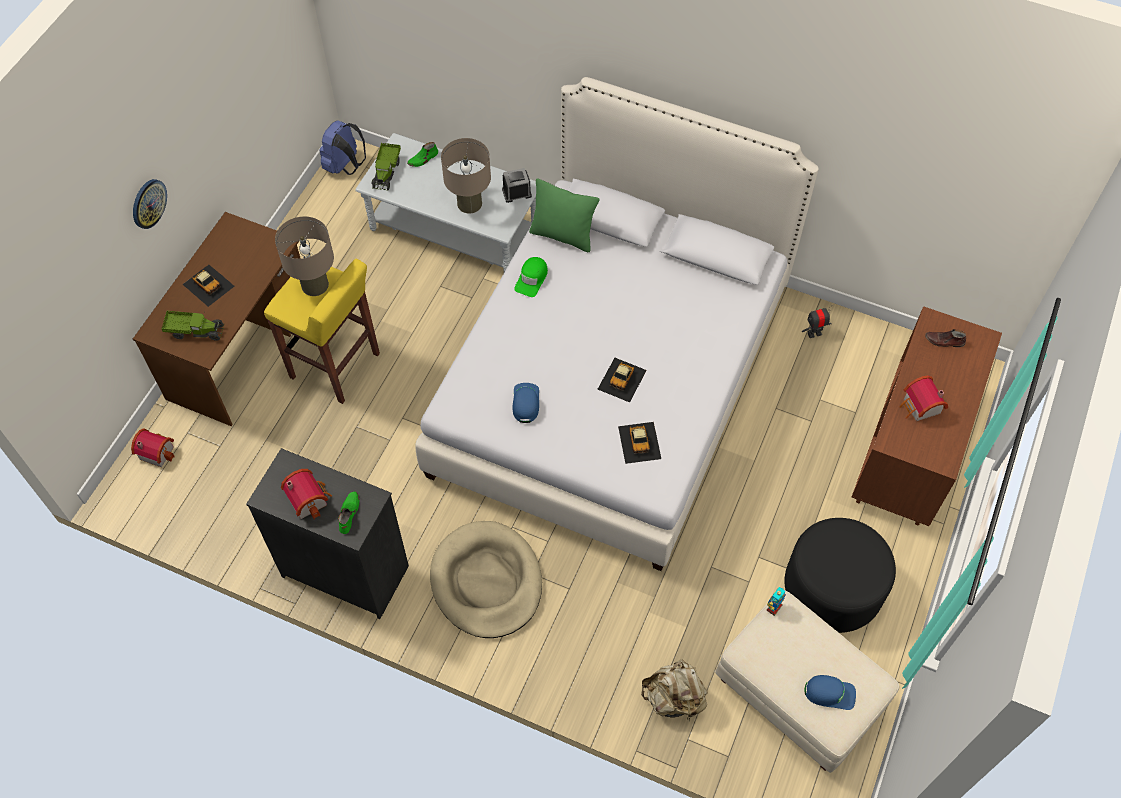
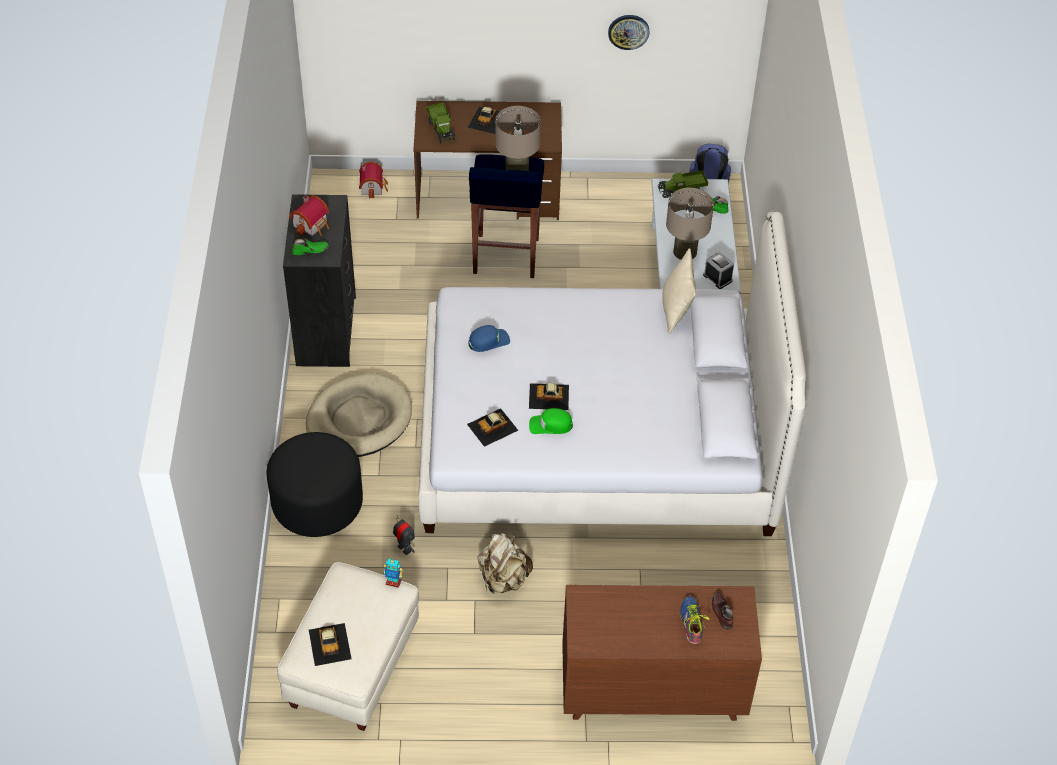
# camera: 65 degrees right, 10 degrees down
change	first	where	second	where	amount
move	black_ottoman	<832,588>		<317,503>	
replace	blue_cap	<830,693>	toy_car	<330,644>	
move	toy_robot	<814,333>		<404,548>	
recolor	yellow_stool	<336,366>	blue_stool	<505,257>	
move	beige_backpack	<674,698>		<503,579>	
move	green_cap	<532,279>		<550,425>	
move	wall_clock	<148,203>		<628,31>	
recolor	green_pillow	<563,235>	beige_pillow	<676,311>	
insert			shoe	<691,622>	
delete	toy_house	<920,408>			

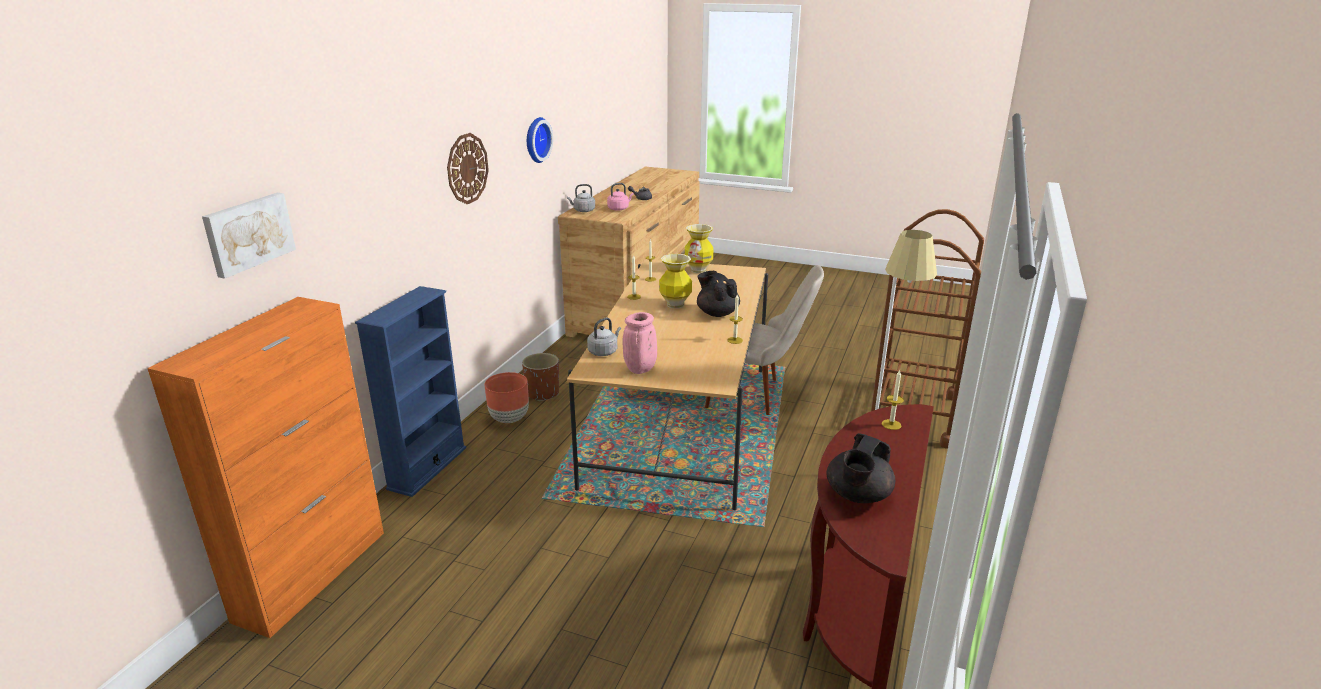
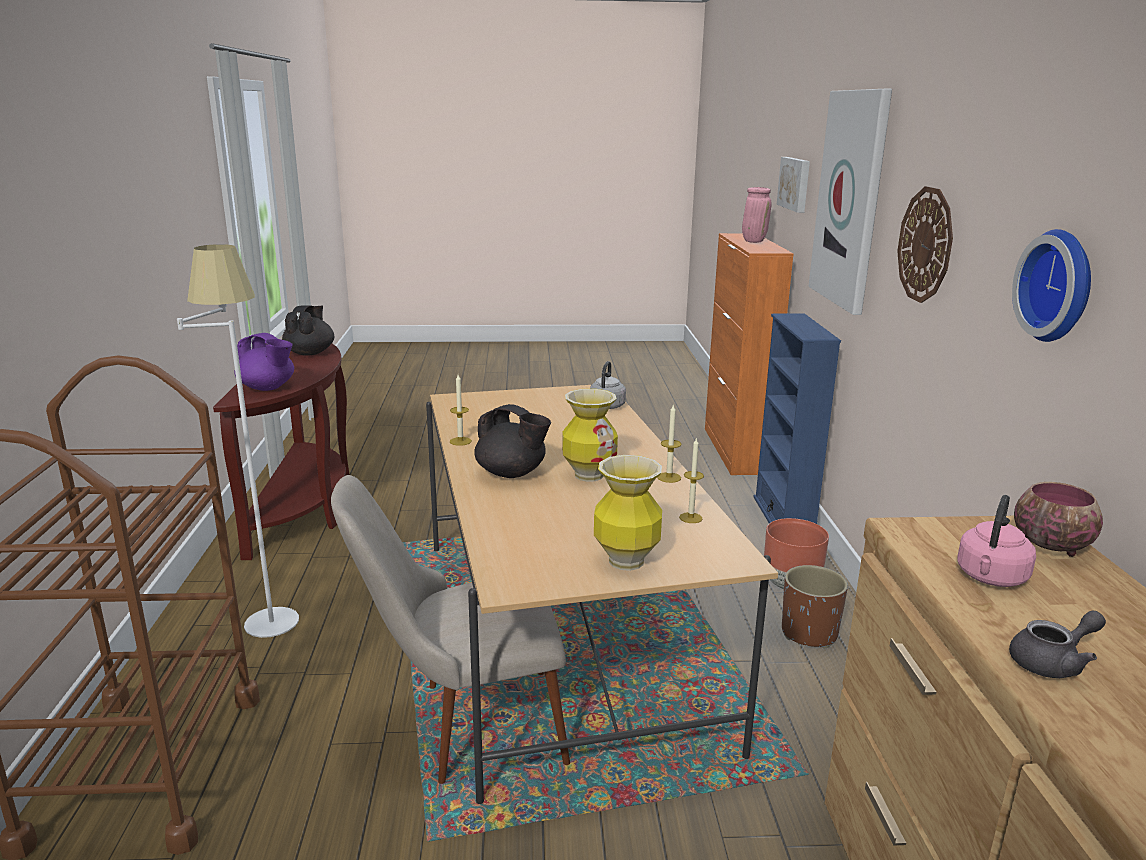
# camera: 155 degrees right, 5 degrees down
change	first	where	second	where	amount
replace	candle	<891,424>	purple_teapot	<267,388>	
move	pink_vase	<640,370>		<753,241>	
insert			picture	<851,199>	
replace	grey_kettle	<583,210>	bowl	<1049,546>	

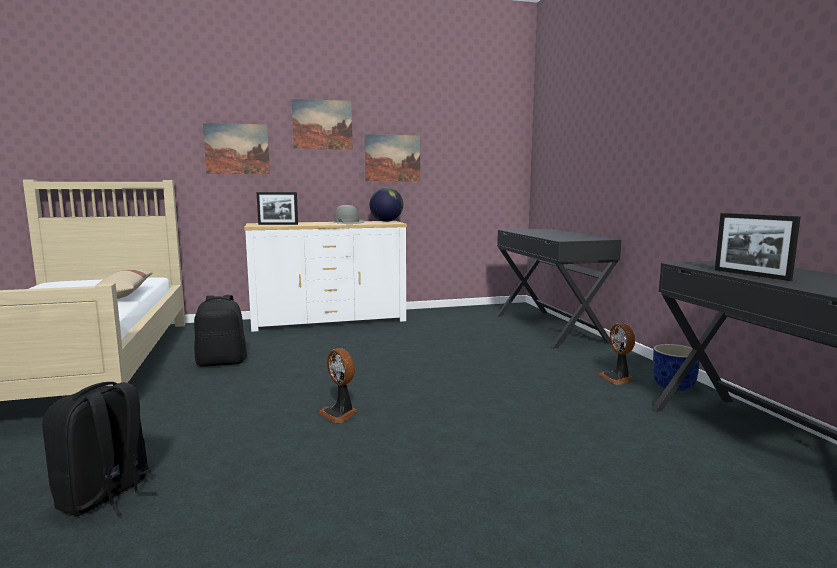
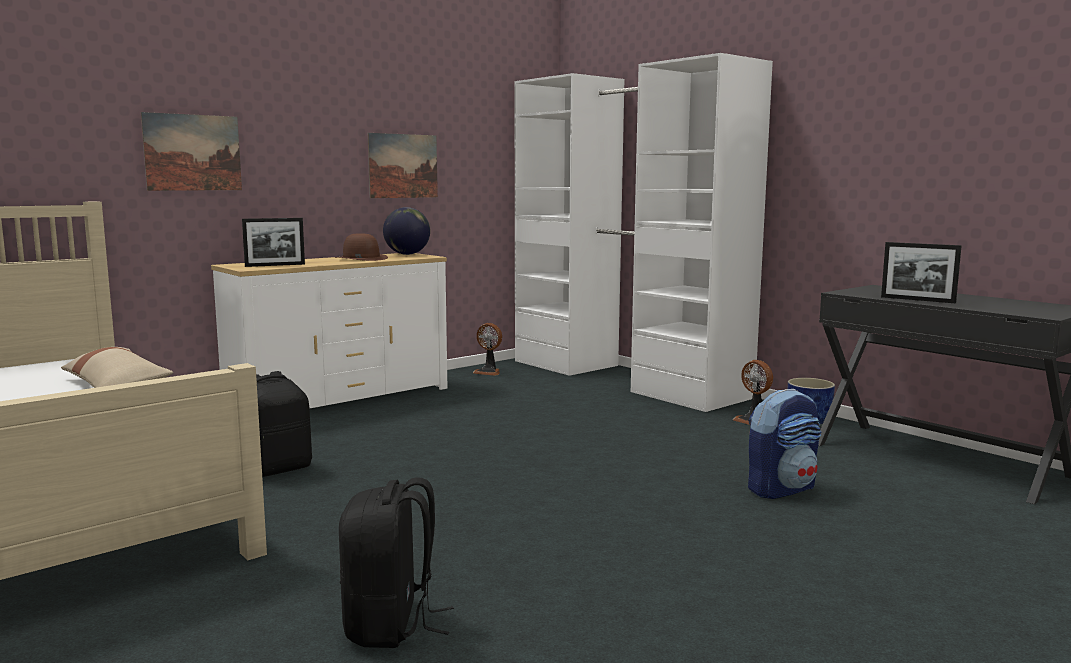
# camera: 25 degrees left, 0 degrees up
change	first	where	second	where	amount
recolor	grey_hat	<346,222>	brown_hat	<361,258>	
move	fan	<340,413>		<489,372>	
replace	black_desk	<549,328>	white_wardrobe	<625,378>	
insert			backpack	<781,489>	
delete	picture	<322,124>			

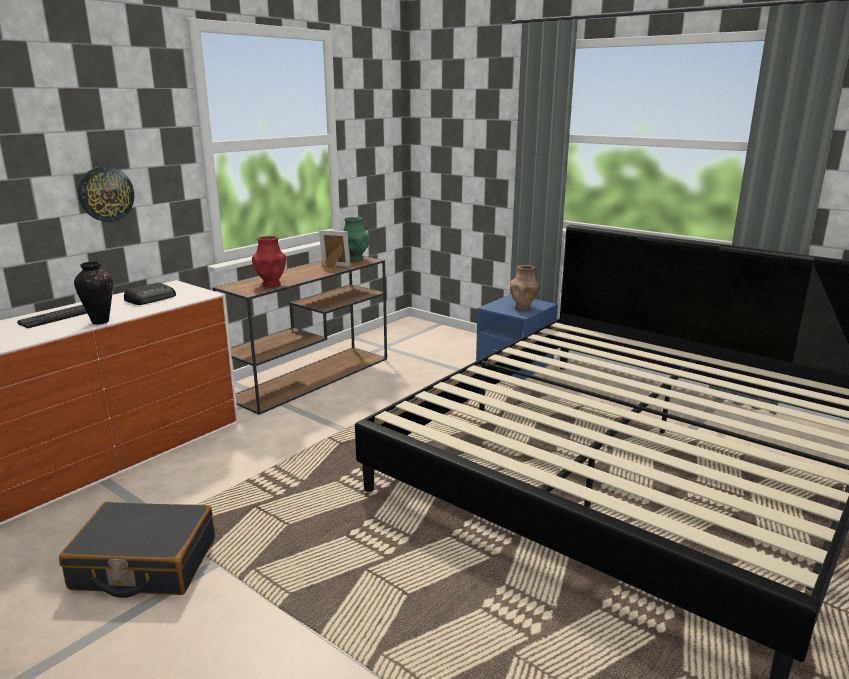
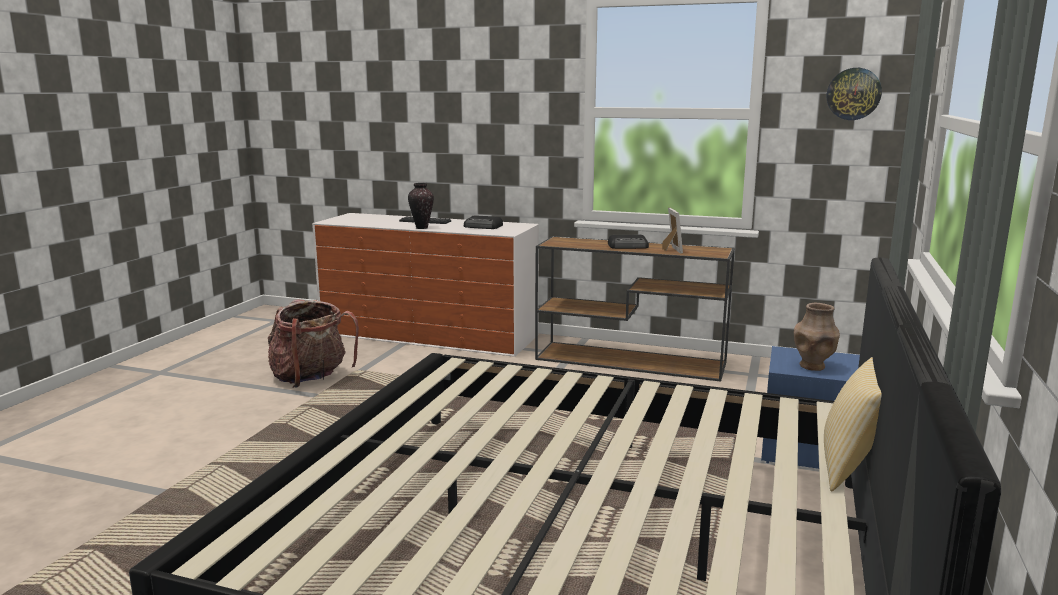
# camera: 70 degrees right, 5 degrees down
change	first	where	second	where	amount
replace	black_suitcase	<144,564>	backpack	<311,378>	
insert			radio	<628,246>	
insert			pillow	<850,468>	
move	wall_clock	<106,194>		<853,94>	
delete	red_vase	<271,285>			
delete	green_vase	<355,259>			

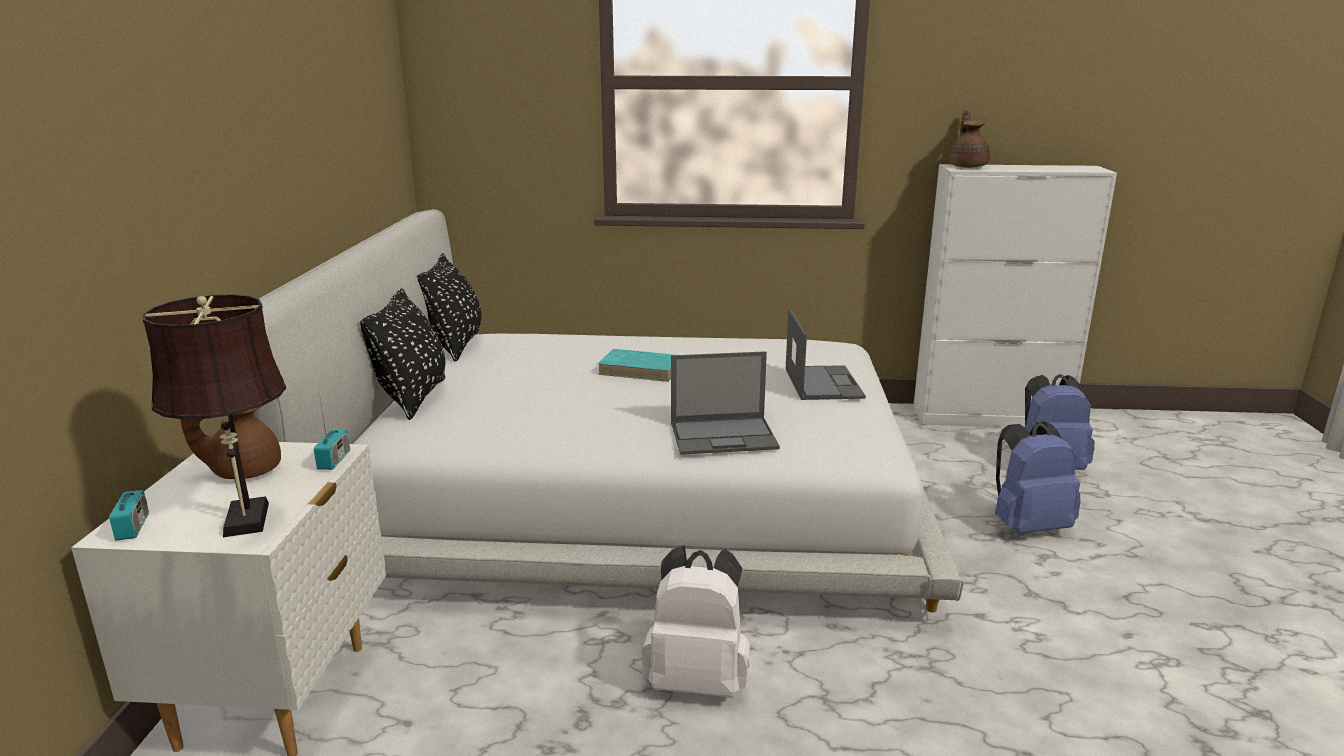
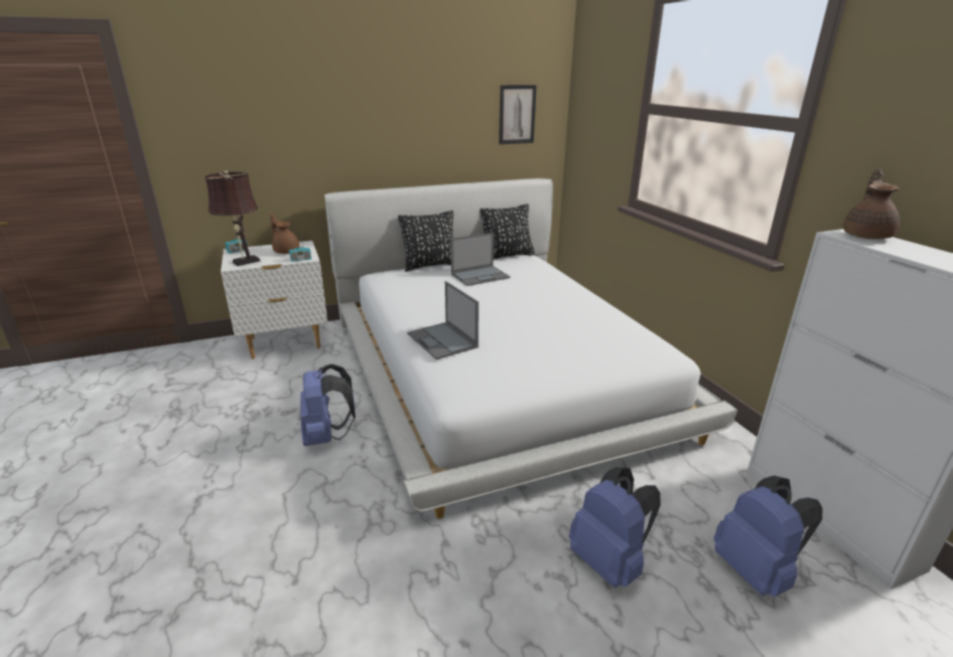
# camera: 65 degrees right, 5 degrees up
change	first	where	second	where	amount
recolor	white_backpack	<698,680>	blue_backpack	<326,436>	
move	laptop	<822,383>		<480,276>	
insert			picture	<517,114>	
rotate	brown_teapot	<968,166>		<866,236>	45 degrees counterclockwise
delete	turquoise_book	<641,369>			

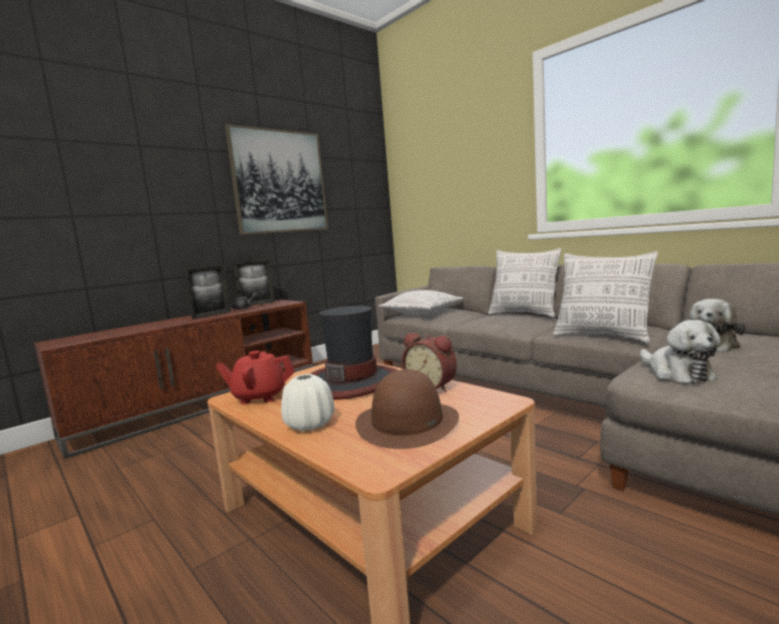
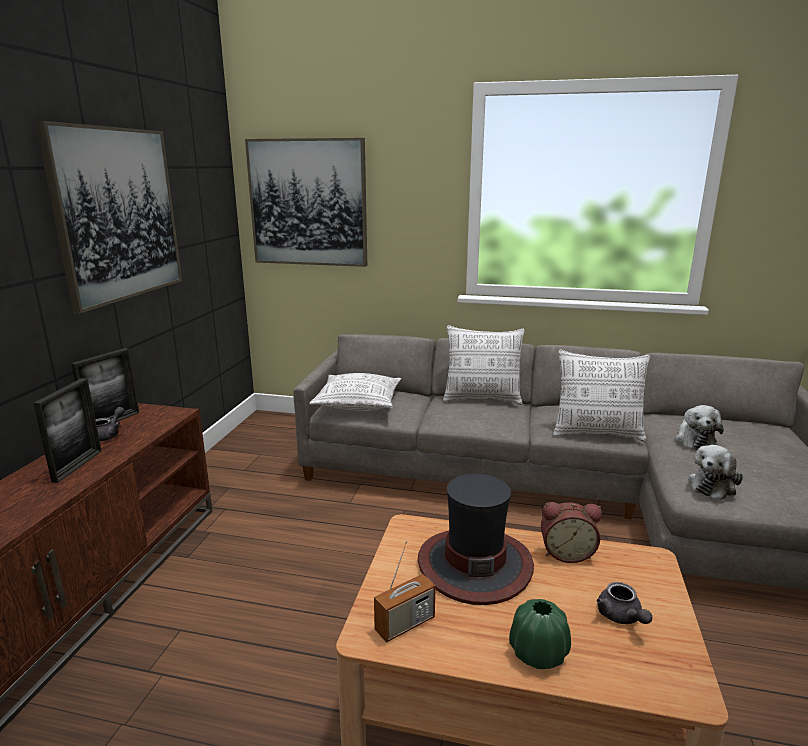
# camera: 35 degrees left, 10 degrees up
change	first	where	second	where	amount
insert			picture	<308,203>	
replace	red_teapot	<259,397>	radio	<405,624>	
recolor	white_vase	<309,424>	green_vase	<538,653>	
replace	brown_hat	<407,423>	grey_teapot	<621,617>	
rotate	plush_toy	<677,373>		<713,485>	90 degrees clockwise

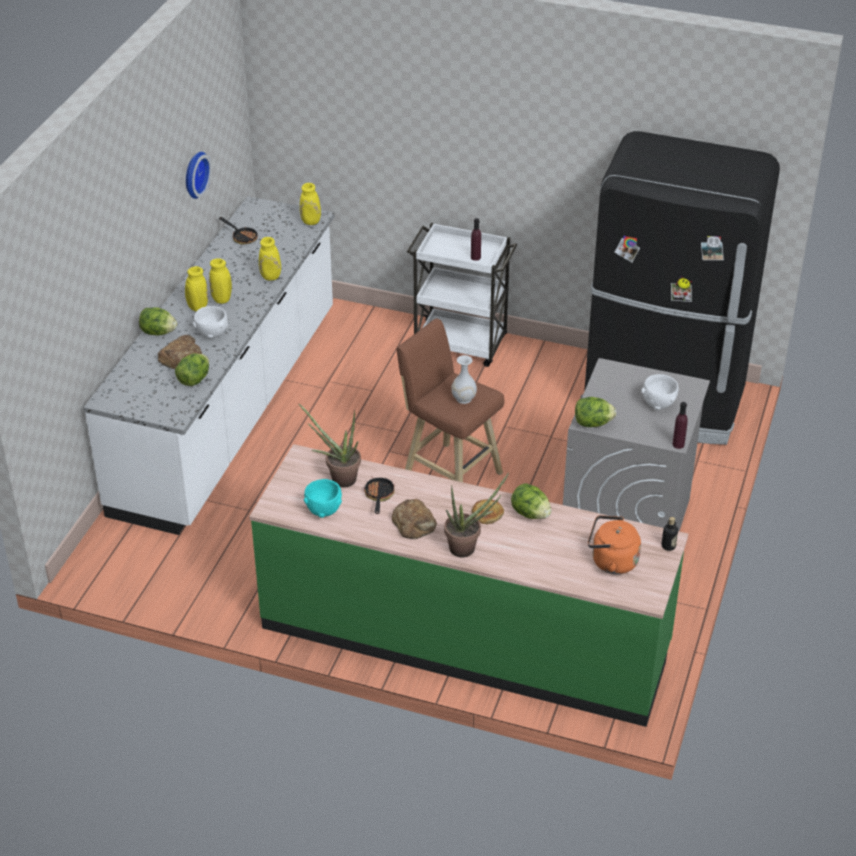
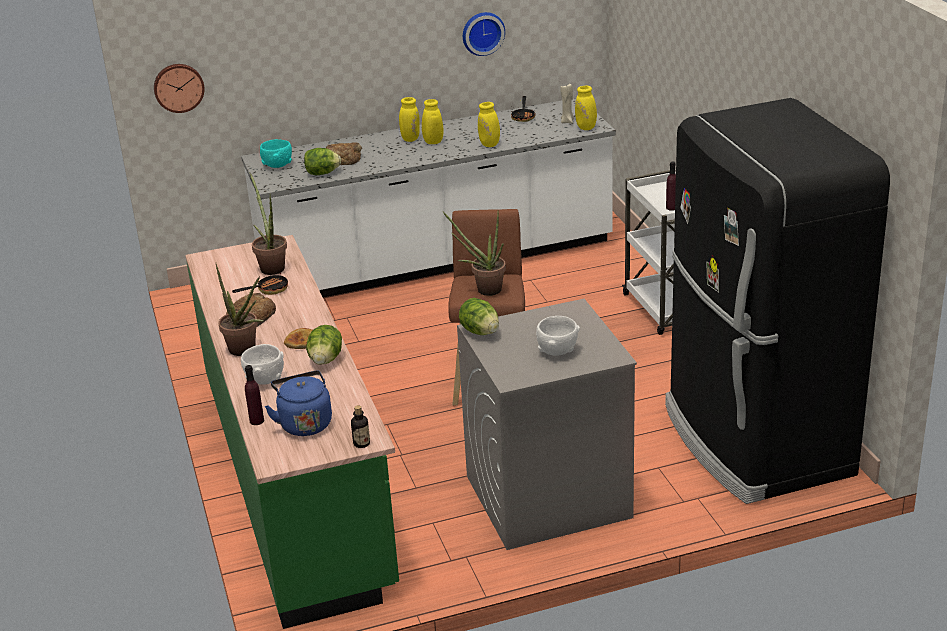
# camera: 55 degrees right, 10 degrees down
change	first	where	second	where	amount
insert			wall_clock	<178,87>	
move	white_bowl	<212,334>		<265,379>	
move	purple_bottle	<678,444>		<256,421>	
move	turquoise_bowl	<324,510>		<277,165>	
recolor	orange_kettle	<611,561>	blue_kettle	<304,423>	
replace	white_vase	<463,398>	potted_plant	<484,290>	
insert			beige_candle	<567,121>	
delete	lettuce	<158,332>			

